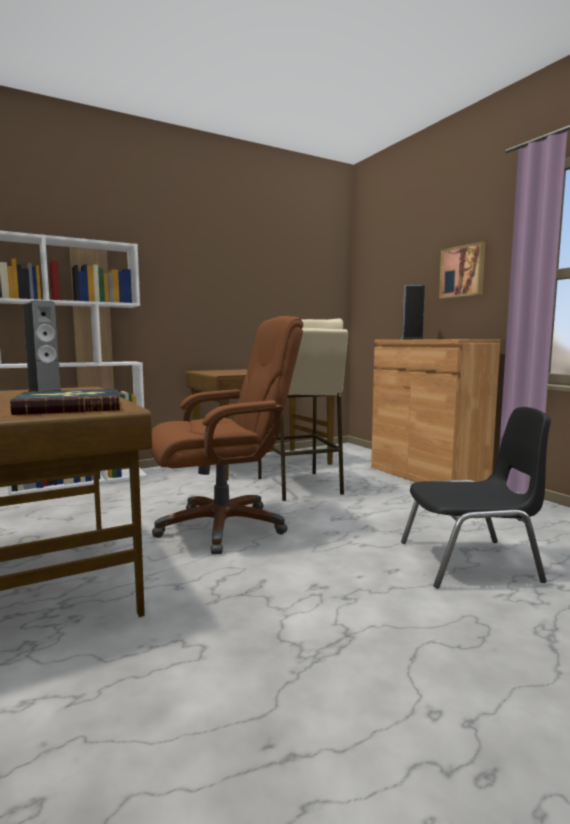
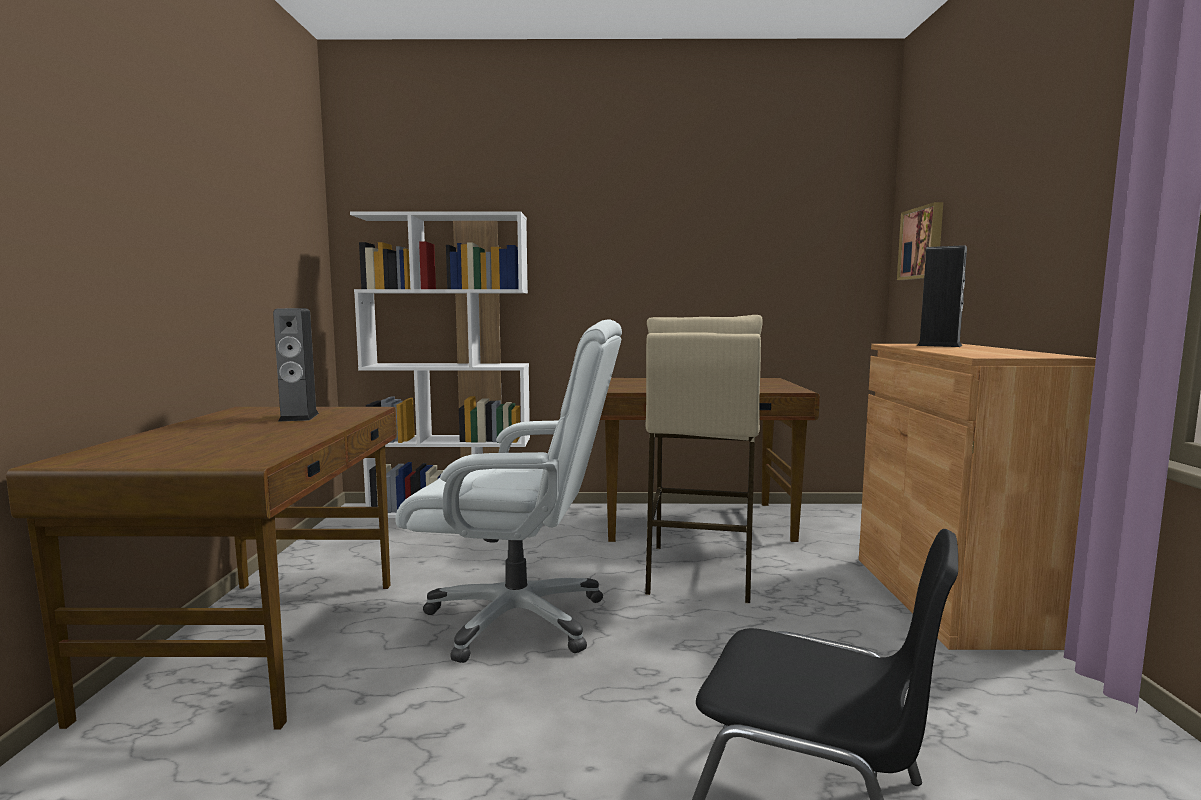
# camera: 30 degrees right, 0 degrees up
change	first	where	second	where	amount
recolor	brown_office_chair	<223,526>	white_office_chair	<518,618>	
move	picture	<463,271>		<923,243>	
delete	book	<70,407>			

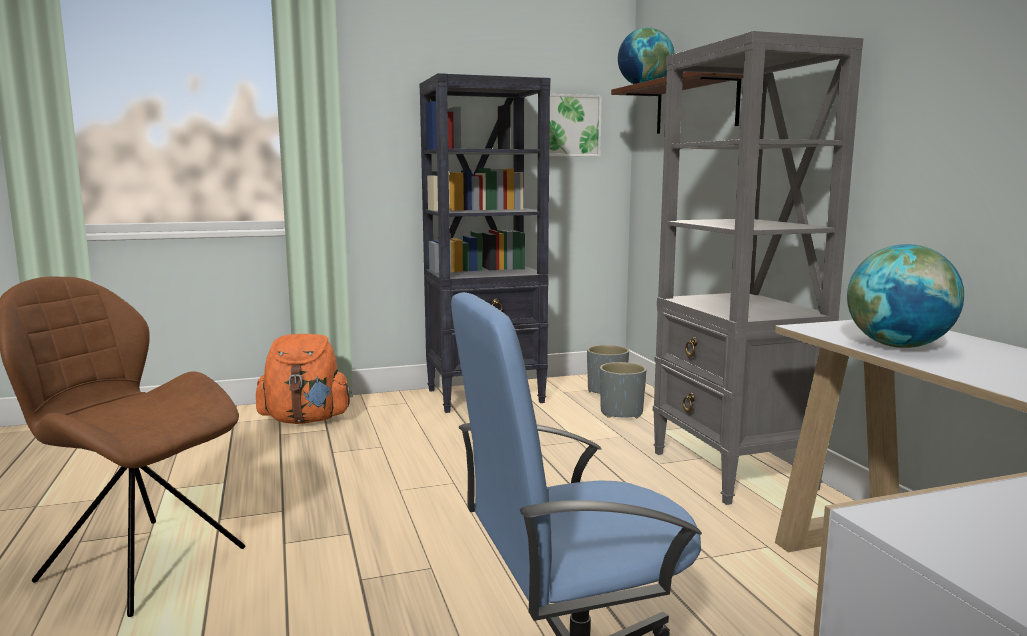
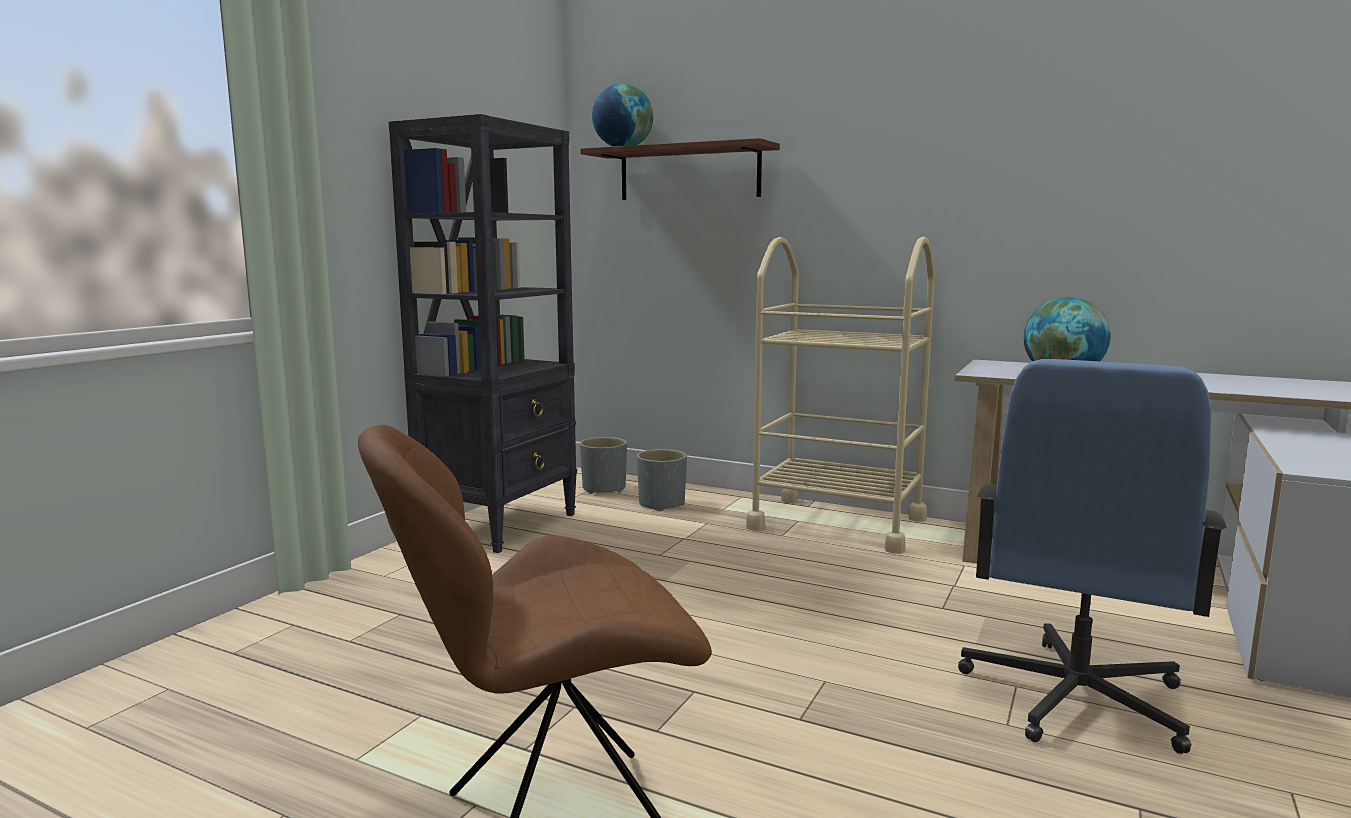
# camera: 45 degrees left, 0 degrees up
change	first	where	second	where	amount
replace	grey_bookcase	<732,471>	beige_cart	<837,523>	
delete	orange_backpack	<305,420>			
delete	picture	<570,126>			

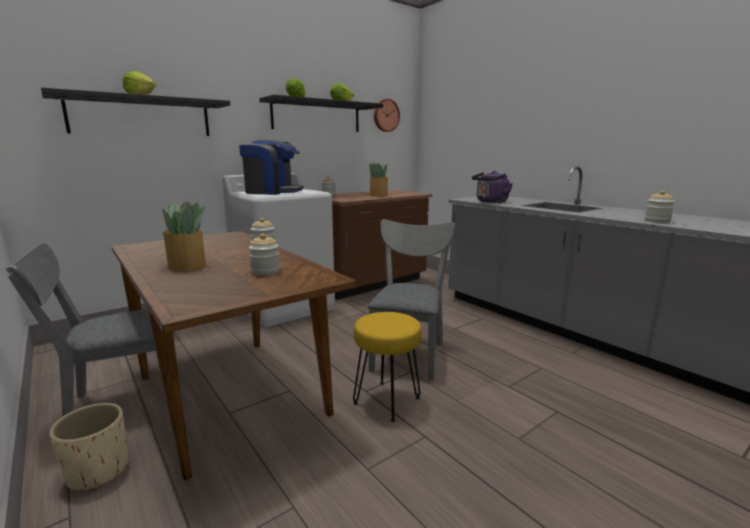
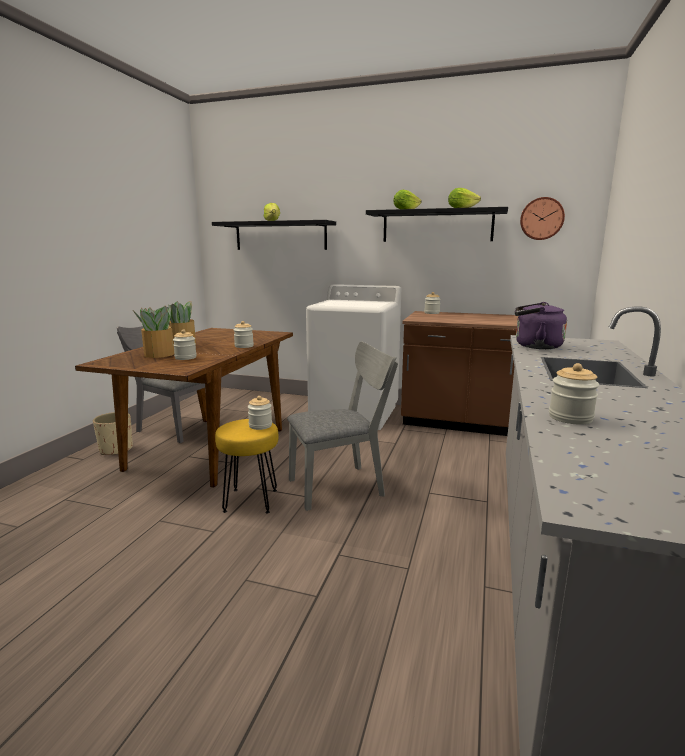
# camera: 55 degrees right, 0 degrees up
change	first	where	second	where	amount
move	potted_plant	<378,195>		<158,354>	
insert			jar	<260,425>	
delete	coffee_machine	<272,192>			

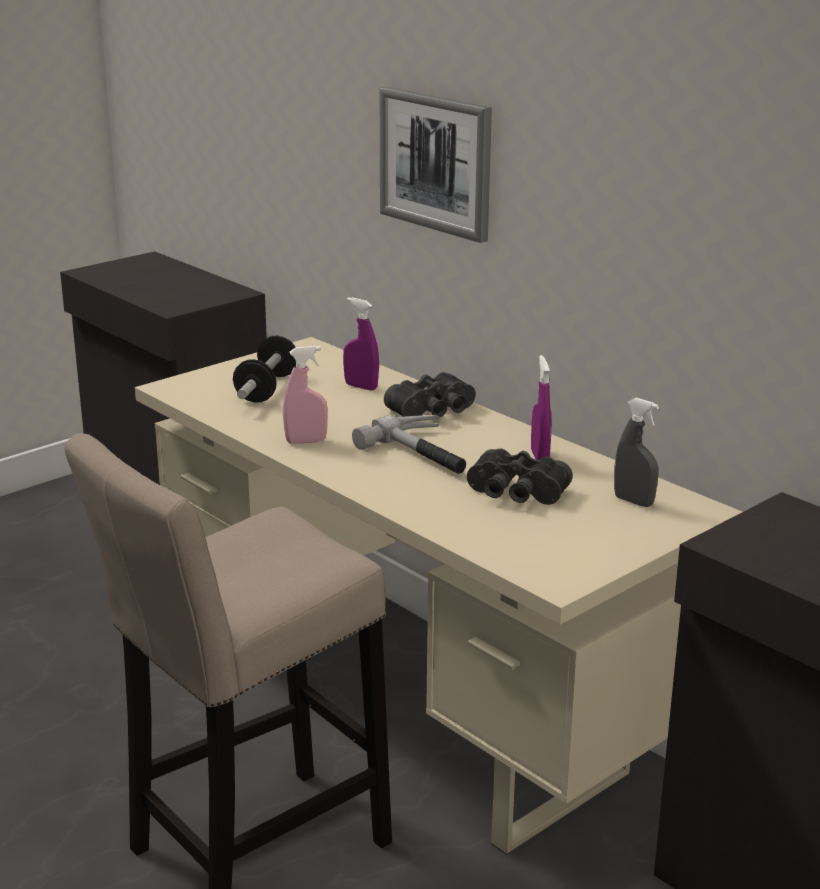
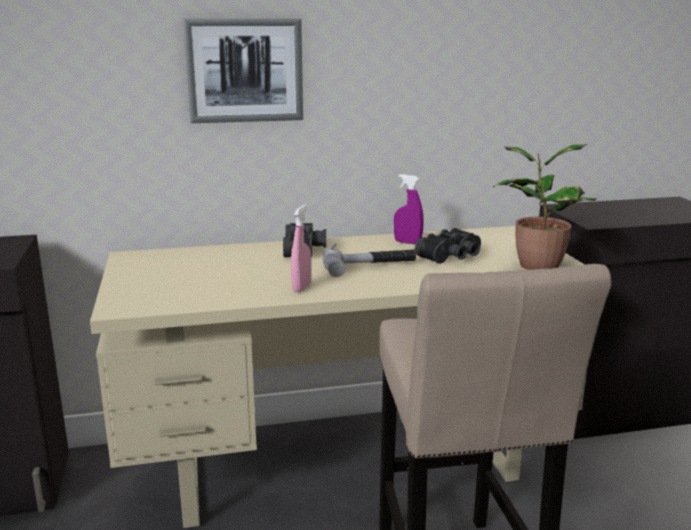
# camera: 60 degrees left, 5 degrees down
change	first	where	second	where	amount
insert			potted_plant	<536,265>	
delete	dumbbell	<267,388>			
delete	purple_spray_bottle	<361,387>			
delete	grey_spray_bottle	<633,501>			

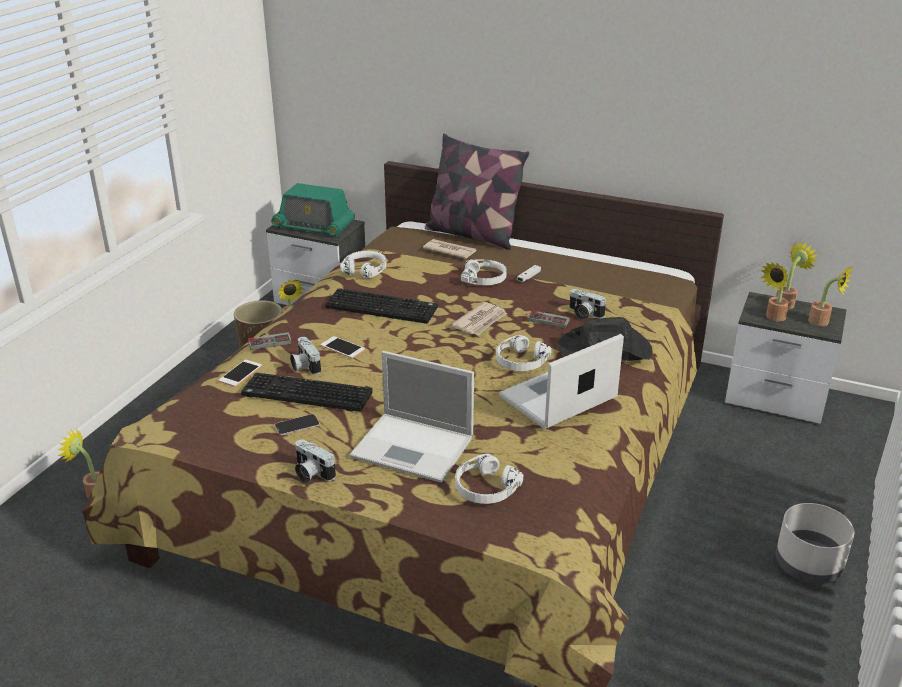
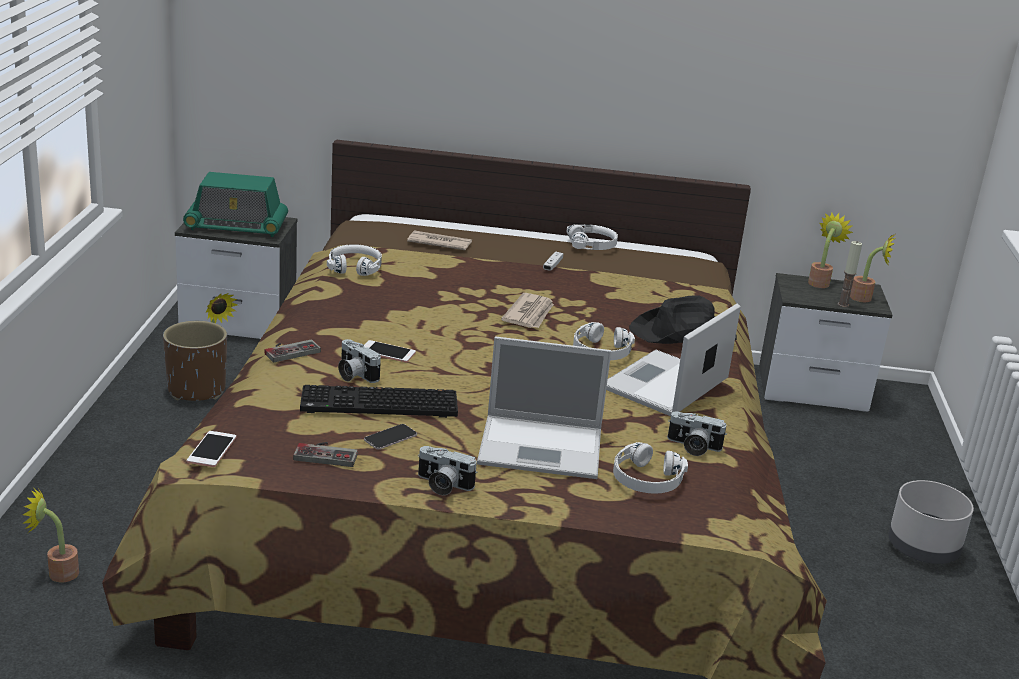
# camera: 20 degrees left, 5 degrees down
change	first	where	second	where	amount
move	phone	<240,373>		<212,449>	
move	game_controller	<549,318>		<327,453>	
move	white_headphones	<484,279>		<592,245>	
move	photo_camera	<584,314>		<693,447>	
insert			candle	<843,304>	
delete	keyboard	<383,307>			
delete	pillow	<473,235>			
delete	potted_plant	<773,318>			

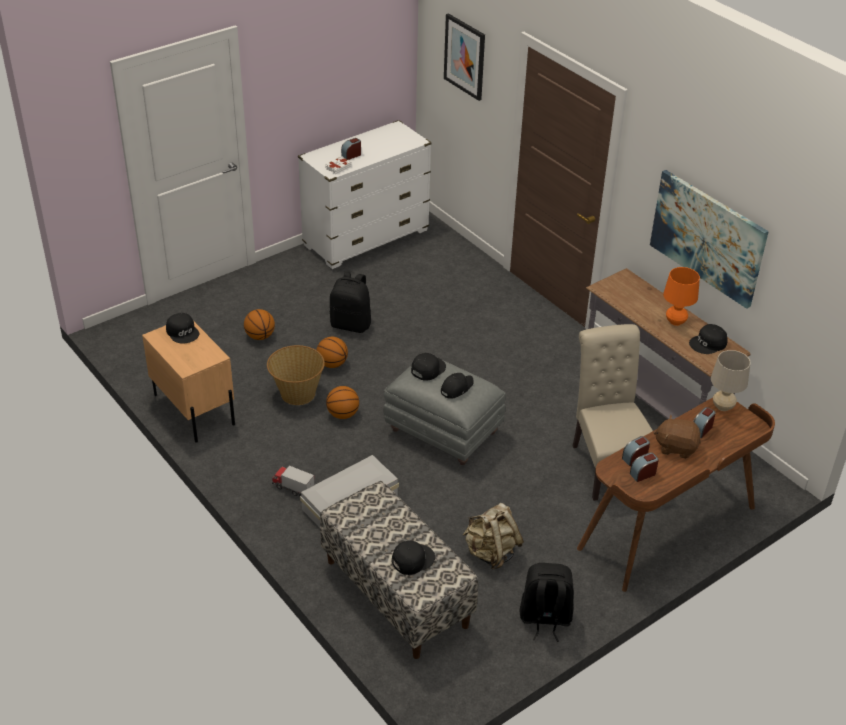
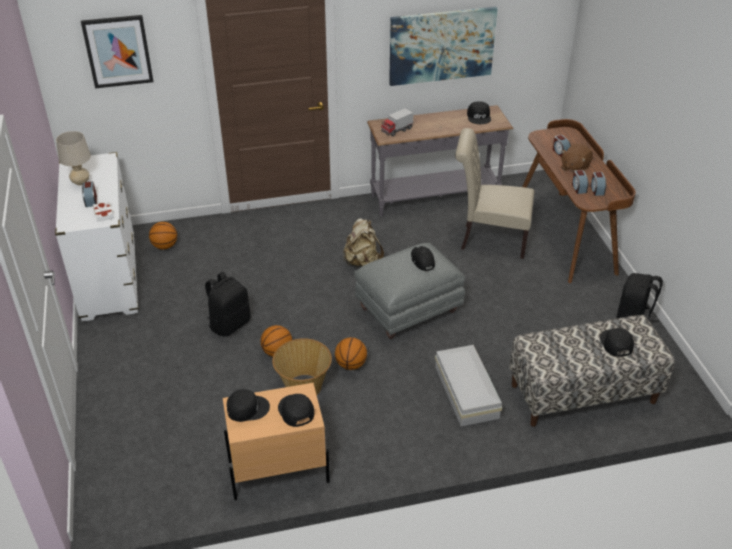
# camera: 65 degrees left, 0 degrees up
change	first	where	second	where	amount
move	beige_table_lamp	<723,407>		<81,182>	
move	basketball	<260,336>		<165,246>	
move	black_cap	<427,369>		<295,411>	
move	beige_backpack	<491,553>		<362,262>	
move	toy_truck	<293,488>		<396,130>	
delete	orange_table_lamp	<675,322>			

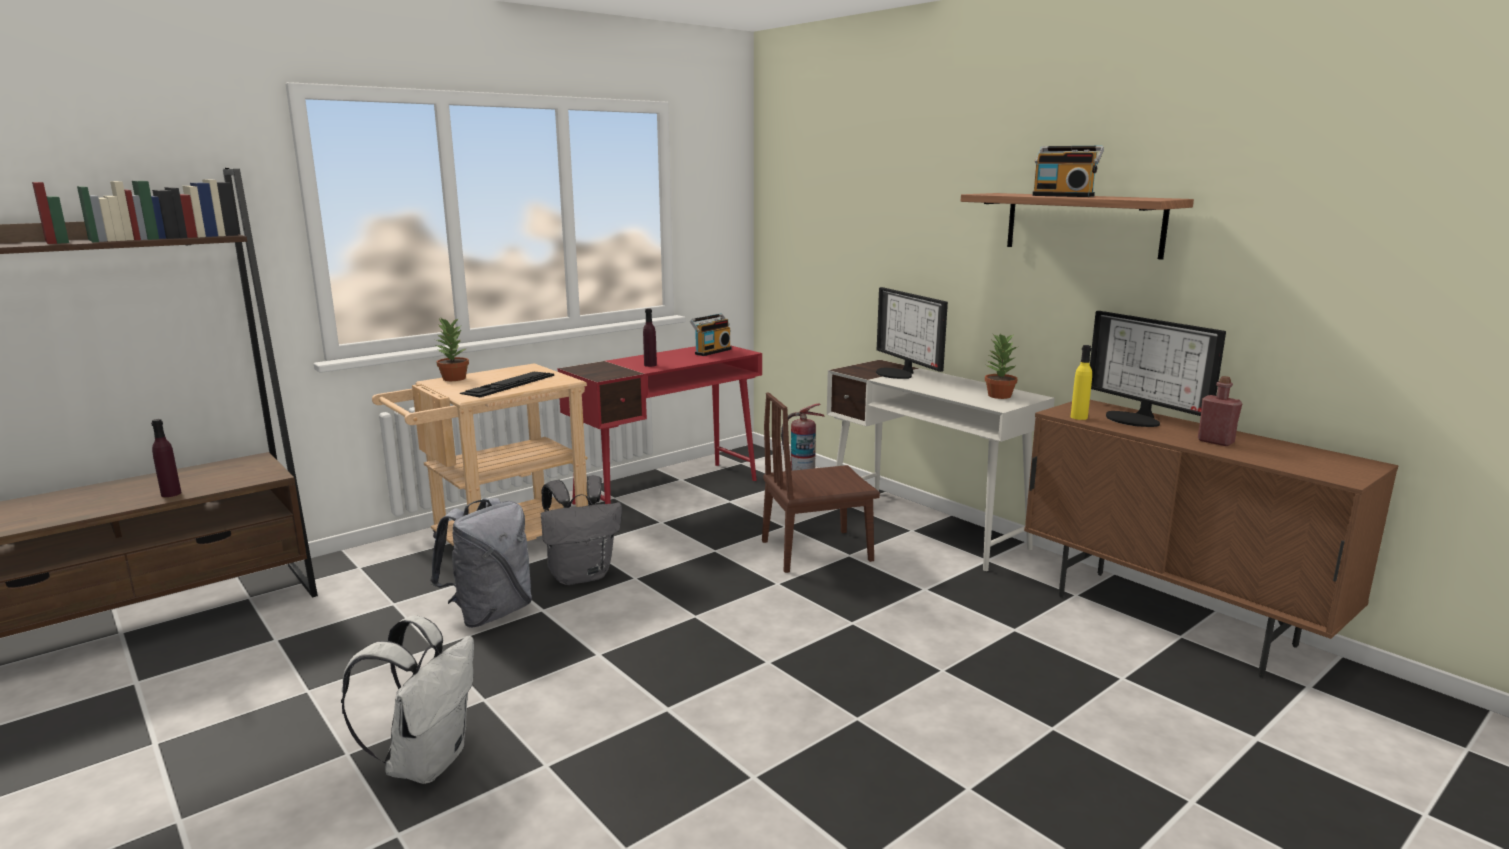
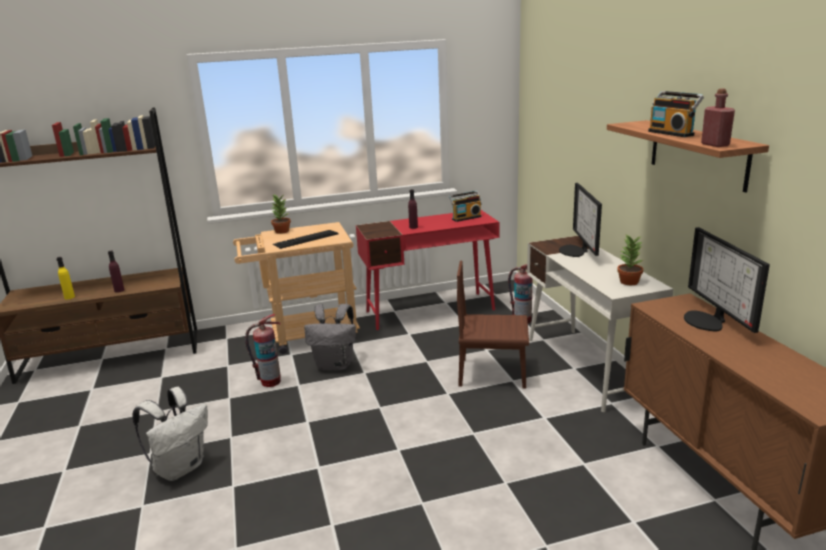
# camera: 25 degrees right, 5 degrees up
change	first	where	second	where	amount
move	yellow_bottle	<1079,417>		<69,297>	
replace	grey_backpack	<490,613>	fire_extinguisher	<270,381>	
move	red_bottle	<1215,442>		<715,145>	

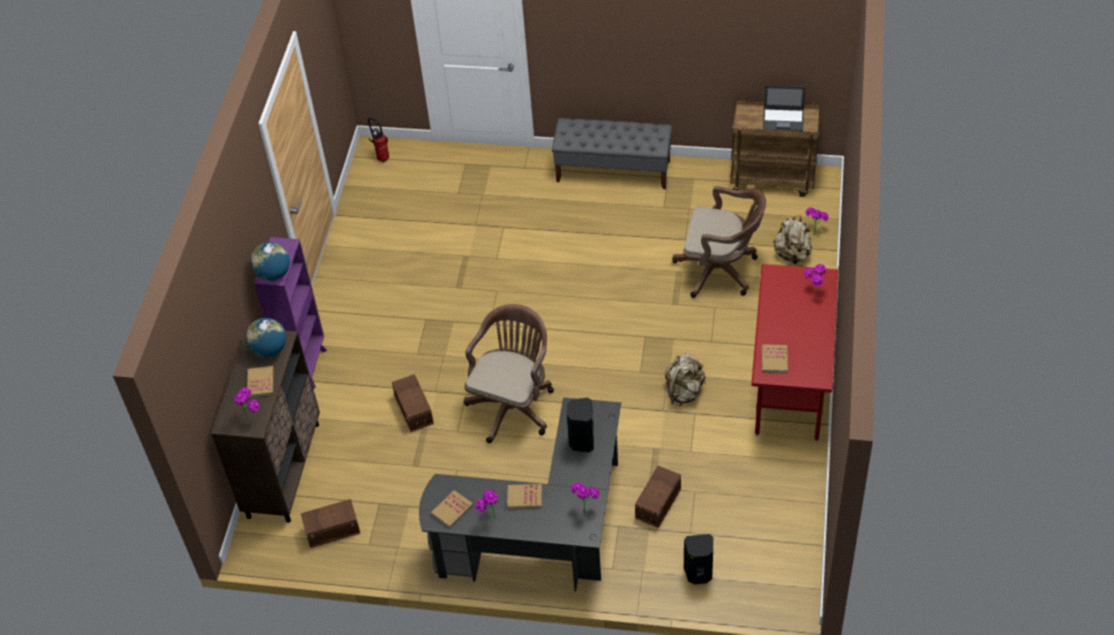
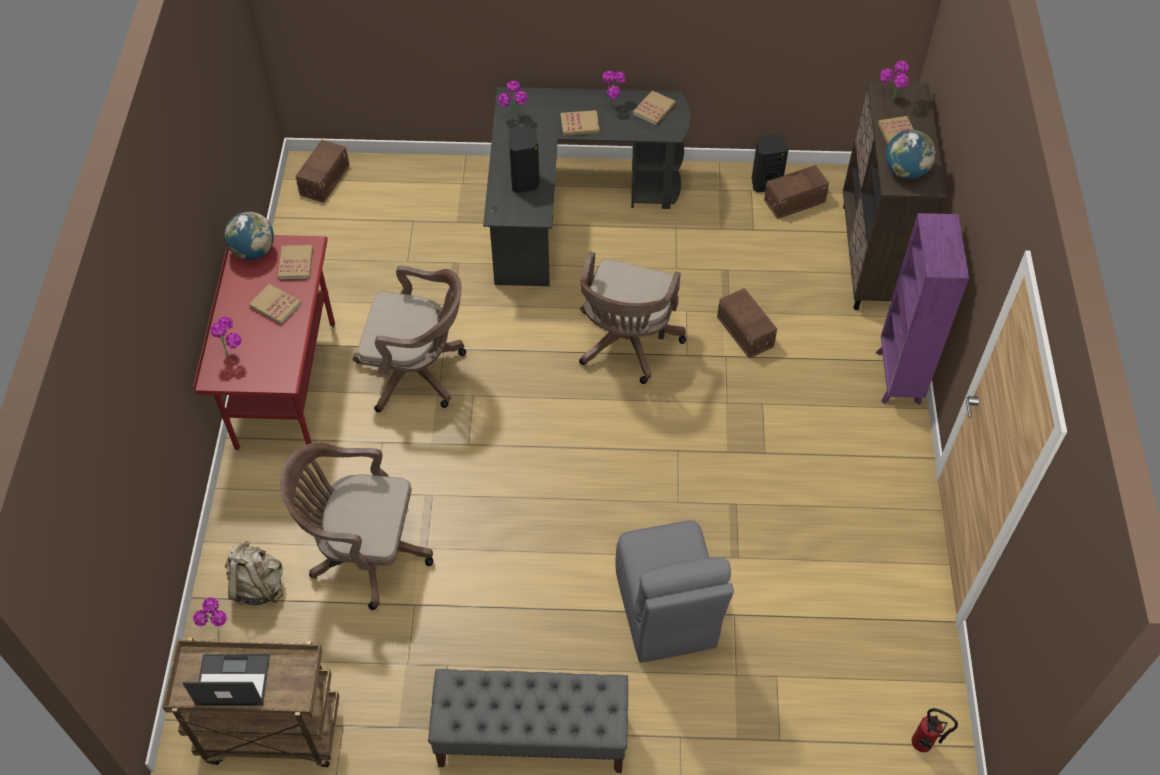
# camera: 170 degrees right, 5 degrees up
change	first	where	second	where	amount
move	globe	<273,274>		<253,251>	
insert			book	<275,305>	
move	brown_storage_box	<659,503>		<323,180>	
replace	beige_backpack	<684,392>	brown_office_chair	<417,372>	
insert			grey_chair	<666,612>	
move	black_speaker	<698,573>		<765,183>	

